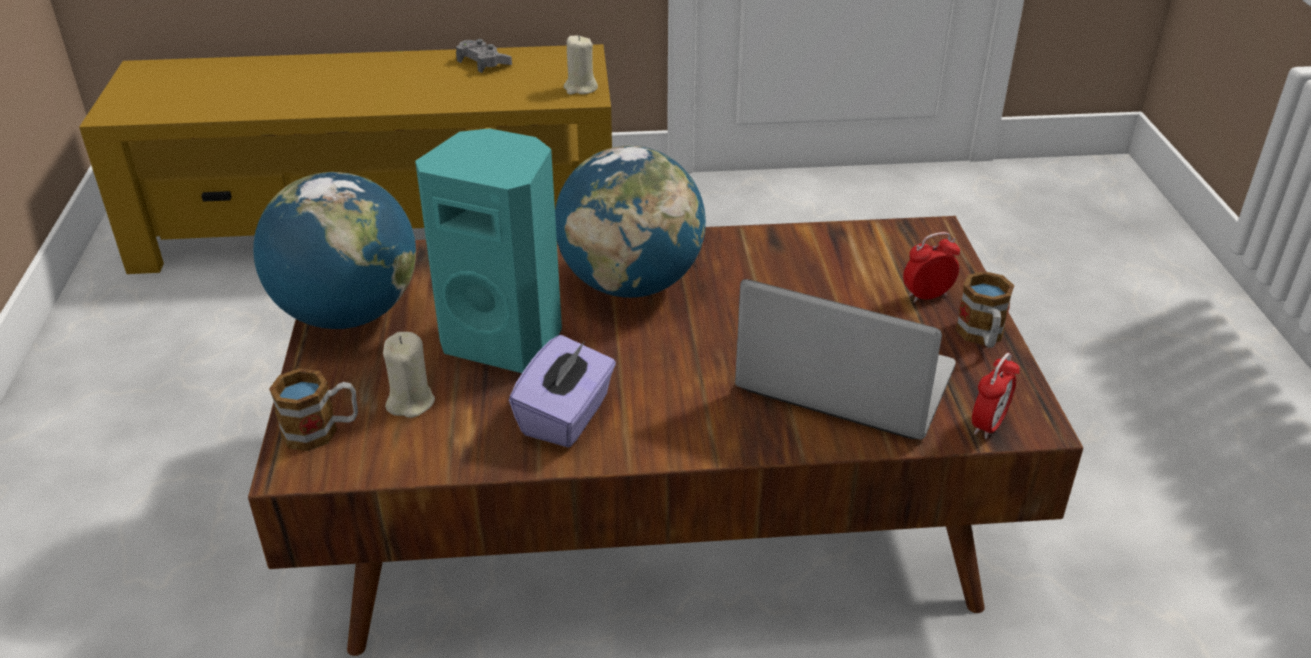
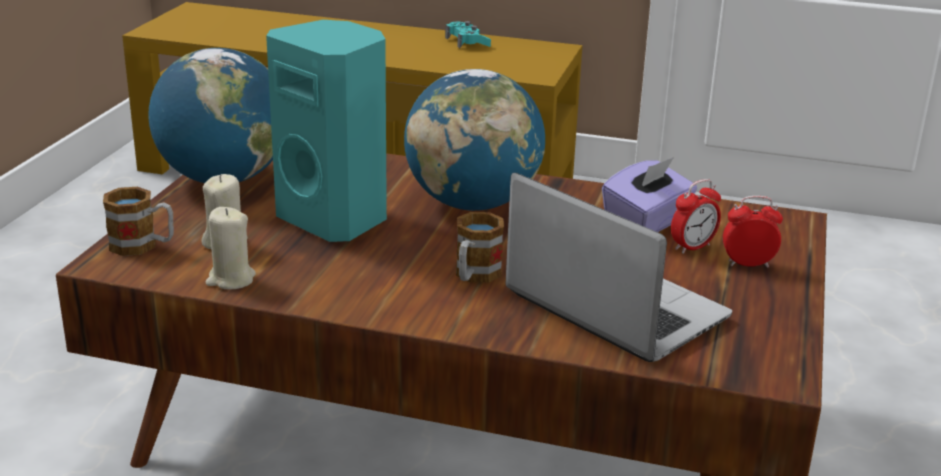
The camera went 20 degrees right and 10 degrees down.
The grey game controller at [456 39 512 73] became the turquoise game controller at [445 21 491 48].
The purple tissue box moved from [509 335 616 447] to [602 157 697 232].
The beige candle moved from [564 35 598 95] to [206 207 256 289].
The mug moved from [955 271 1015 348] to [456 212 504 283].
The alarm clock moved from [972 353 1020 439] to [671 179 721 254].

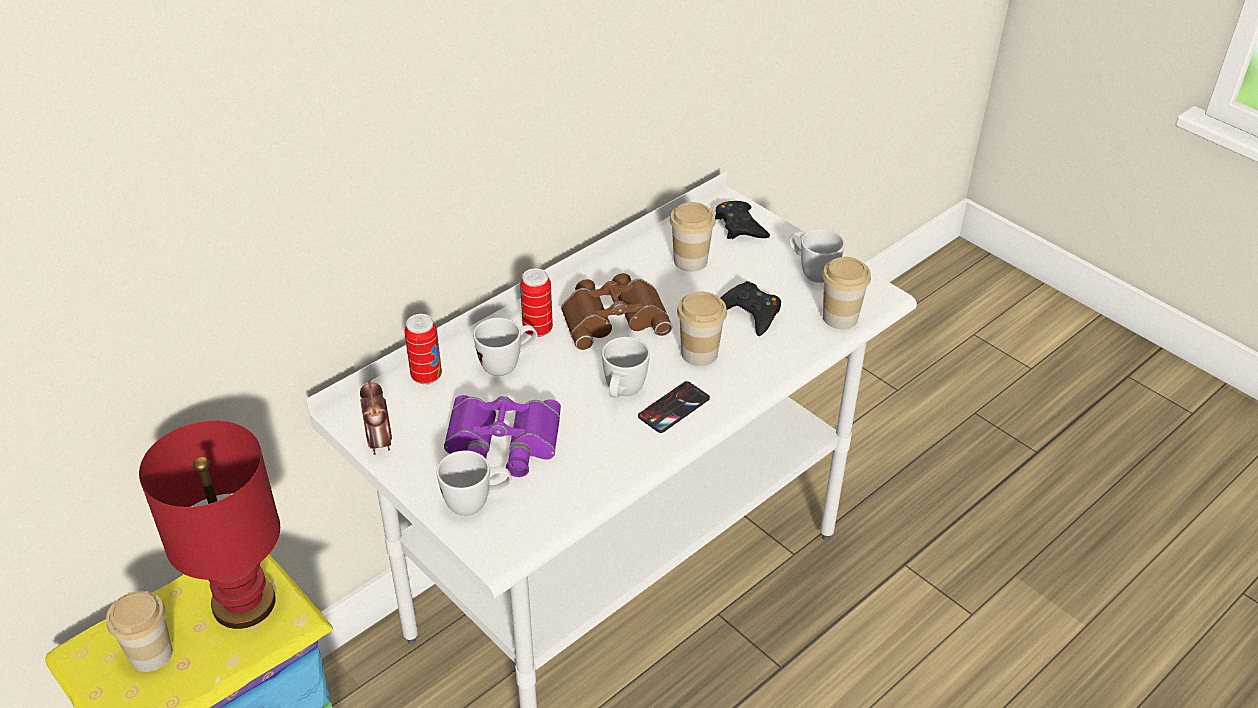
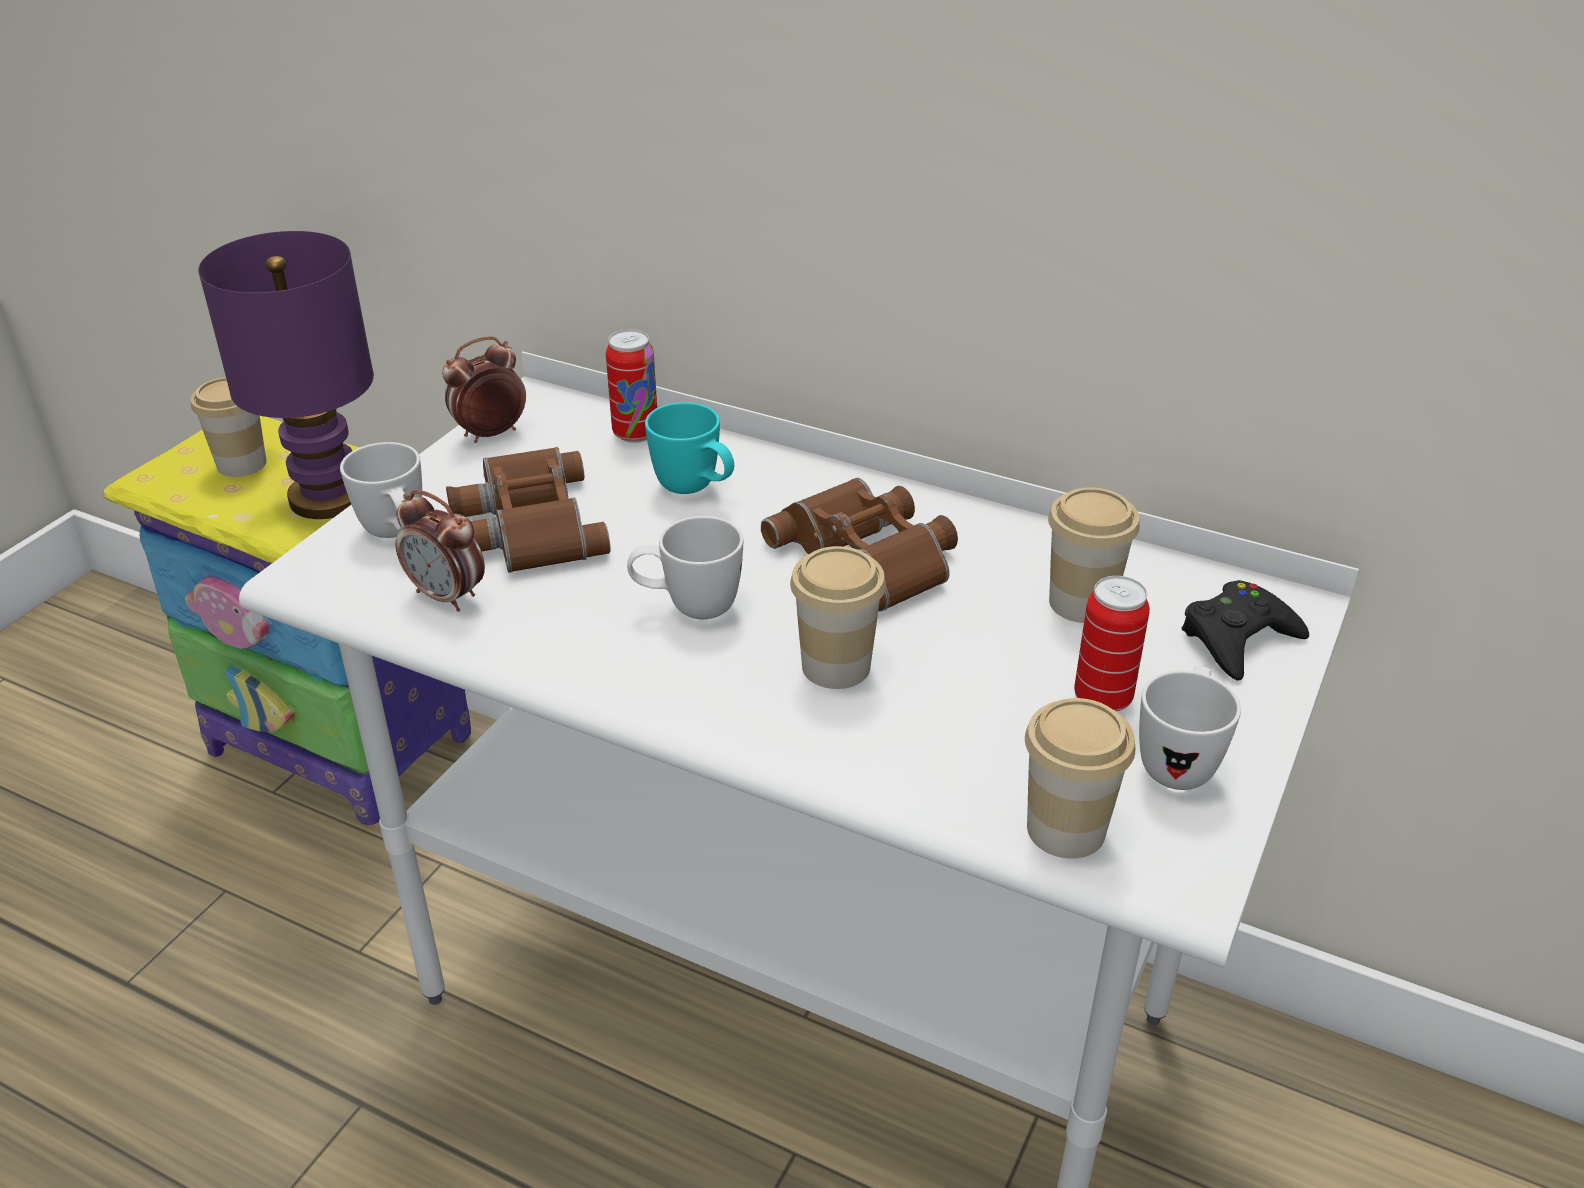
The camera went 70 degrees right and 5 degrees down.
The red table lamp at [139 420 280 629] became the purple table lamp at [198 231 374 519].
The purple binoculars at [444 395 561 477] became the brown binoculars at [446 447 611 573].
The white mug at [473 318 538 376] became the turquoise mug at [645 402 734 494].
The can moved from [520 268 553 337] to [1074 576 1150 711].
The phone at [638 381 710 433] disappeared.
The black game controller at [721 281 781 336] disappeared.
The alarm clock at [396 490 485 612] appeared.

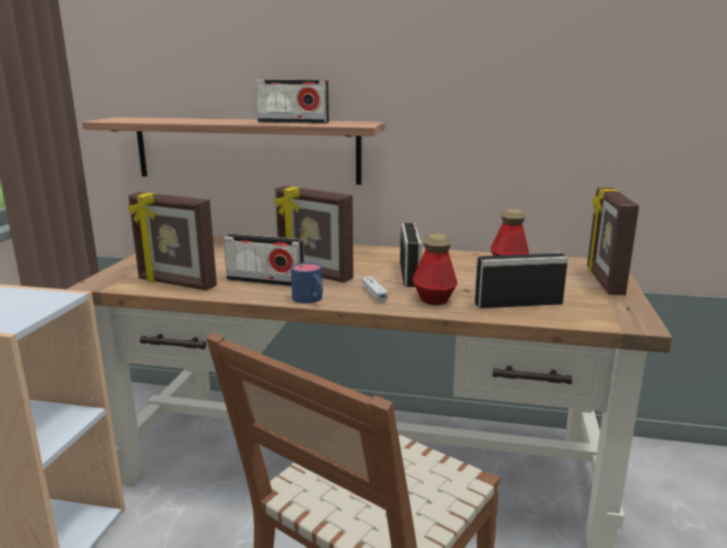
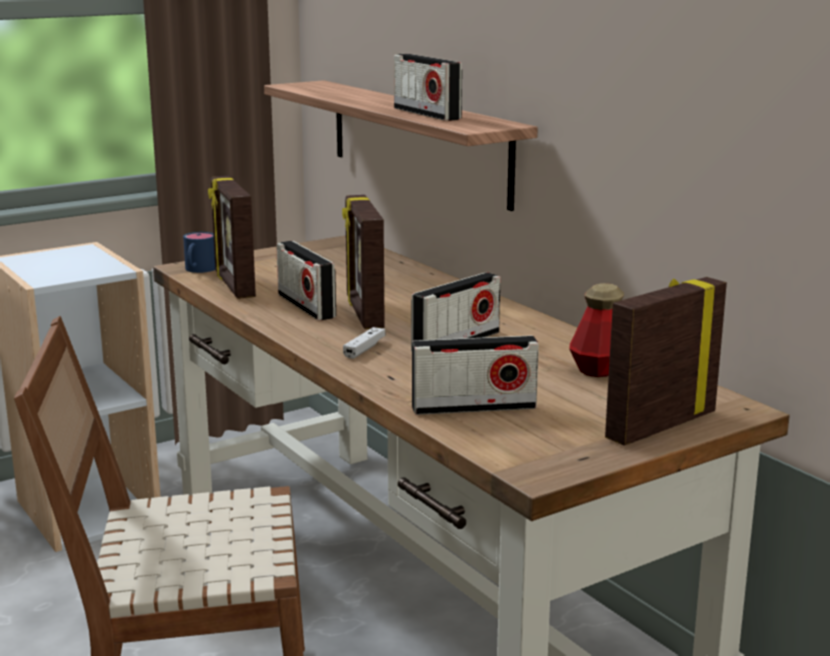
The camera went 45 degrees right and 0 degrees up.
The blue mug moved from [291 262 323 303] to [183 232 215 273].
The bottle at [412 233 458 305] disappeared.
The radio at [474 253 568 309] turned 135 degrees clockwise.

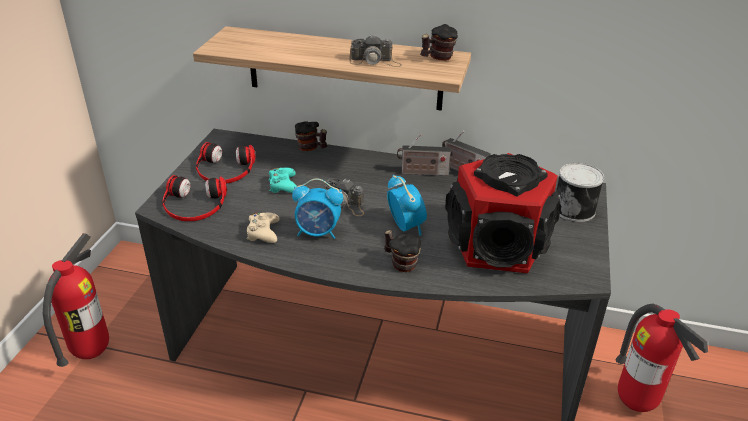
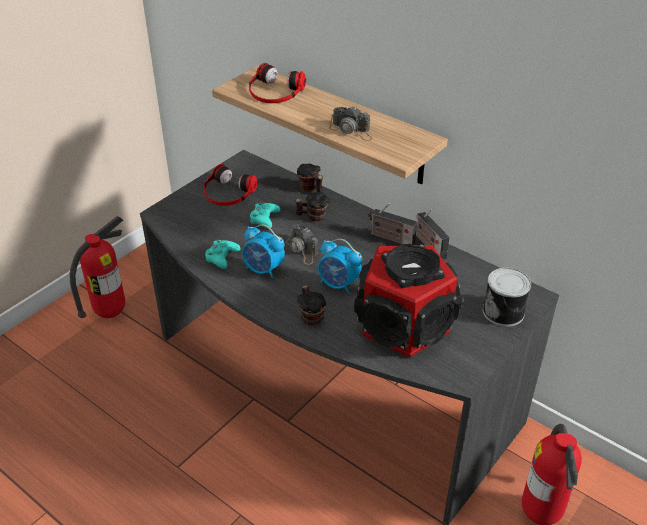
The camera went 25 degrees right and 5 degrees up.
The headphones moved from [162 175 227 221] to [249 63 306 103].
The beige game controller at [247 213 279 243] became the turquoise game controller at [205 239 240 269].
The alarm clock at [387 175 427 236] turned 120 degrees clockwise.
The mug moved from [420 24 458 61] to [295 191 330 222].

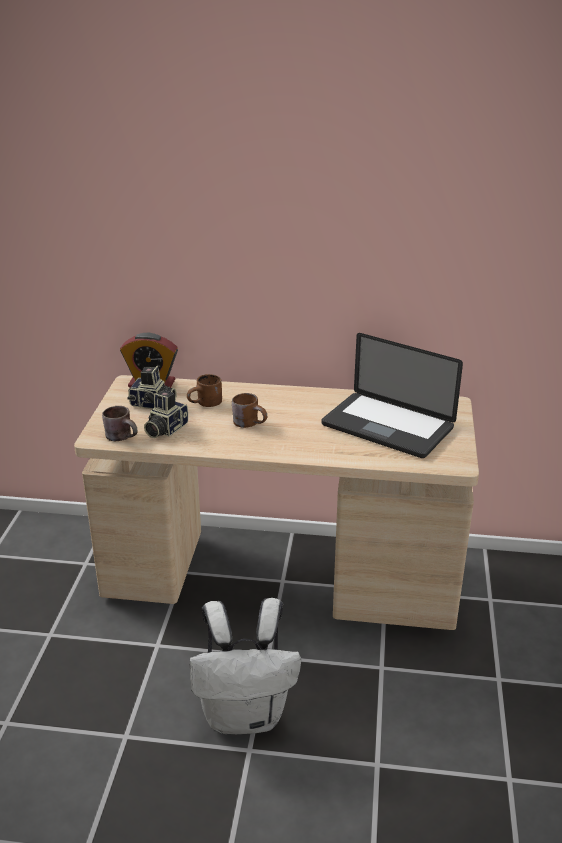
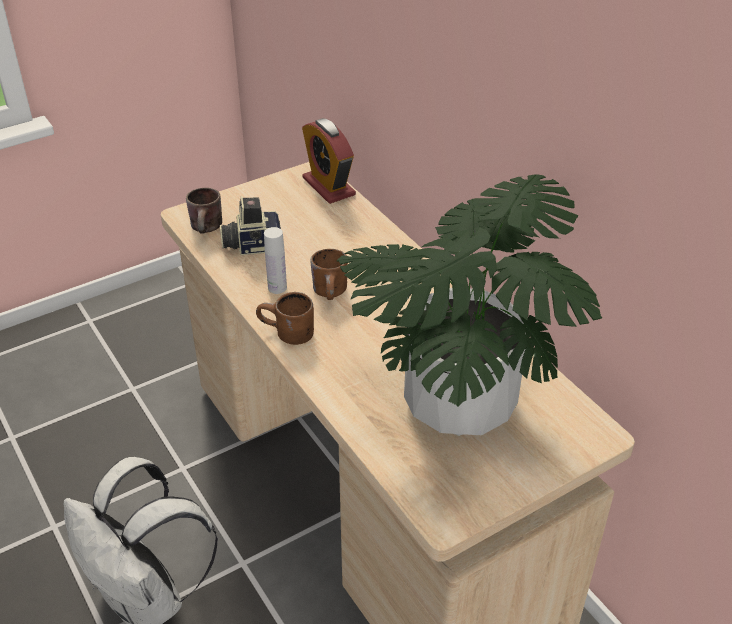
The camera went 50 degrees right and 10 degrees up.
The photo camera at [127 366 176 409] disappeared.
The brown mug moved from [187 374 222 407] to [256 292 314 345].
The laptop at [321 333 463 458] was replaced by the potted plant at [337 174 602 436].
The white bottle at [264 227 287 294] appeared.

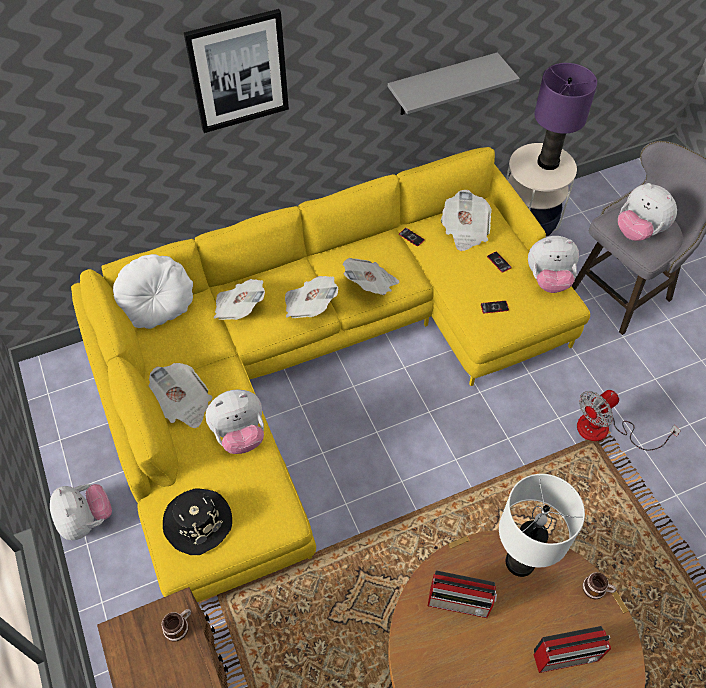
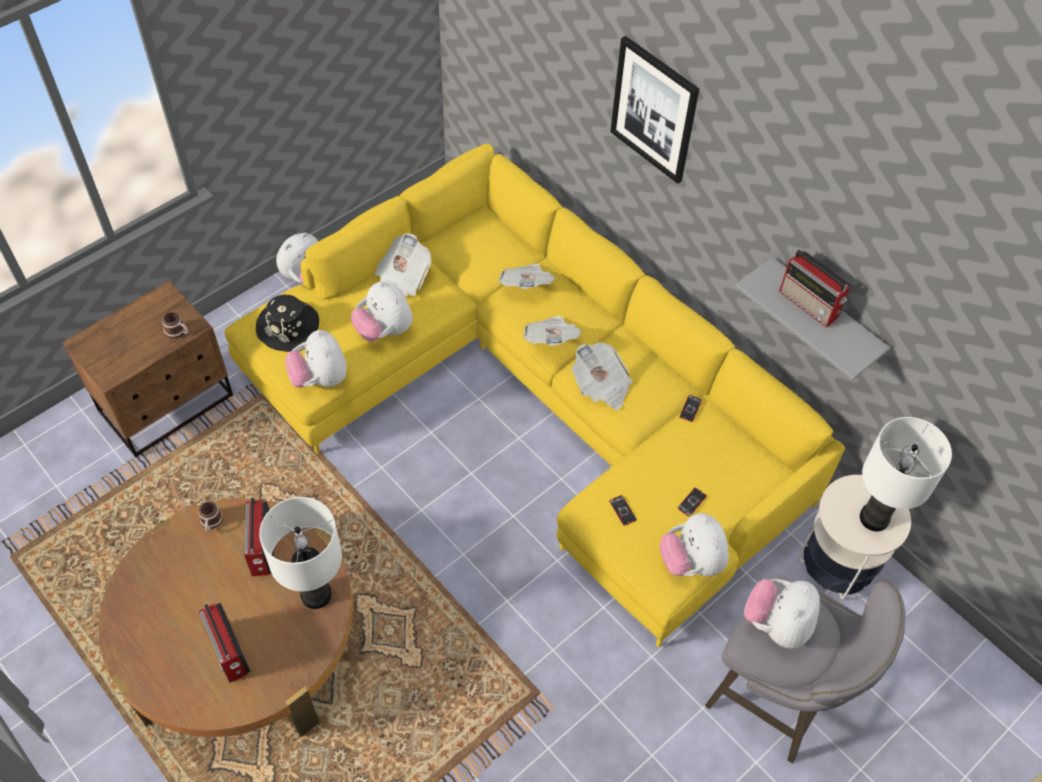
The camera went 70 degrees right and 0 degrees up.
The white pillow at [113 254 193 329] disappeared.
The newspaper at [441 190 492 251] disappeared.
The purple table lamp at [535 63 597 170] became the white table lamp at [860 417 952 531].
The fan at [577 390 681 451] disappeared.
The mug moved from [582 572 616 599] to [198 502 223 532].
The plush toy at [285 330 347 388] appeared.
The radio at [779 249 851 328] appeared.

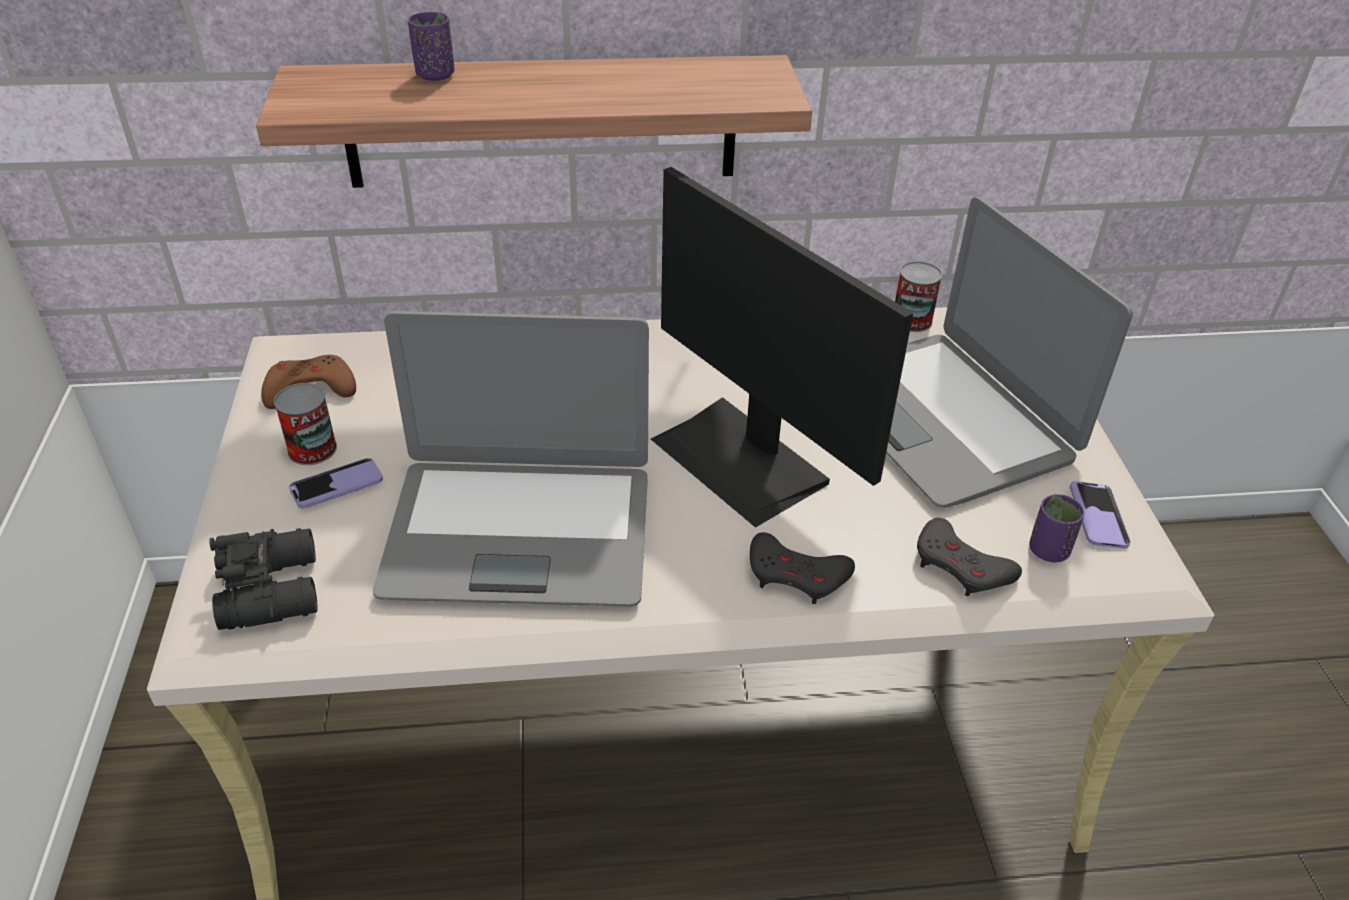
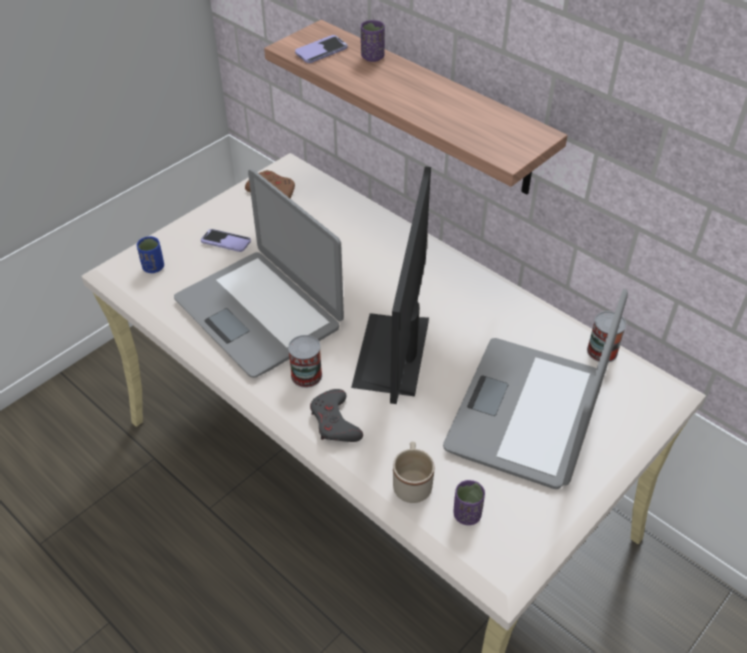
The camera went 50 degrees right and 5 degrees up.
The black binoculars at [209 528 318 630] was replaced by the blue cup at [137 236 164 273].
The can moved from [274 383 337 465] to [288 335 322 388].
The grey game controller at [917 518 1022 596] was replaced by the beige mug at [393 442 434 503].
The phone moved from [1070 481 1131 548] to [295 35 347 63].

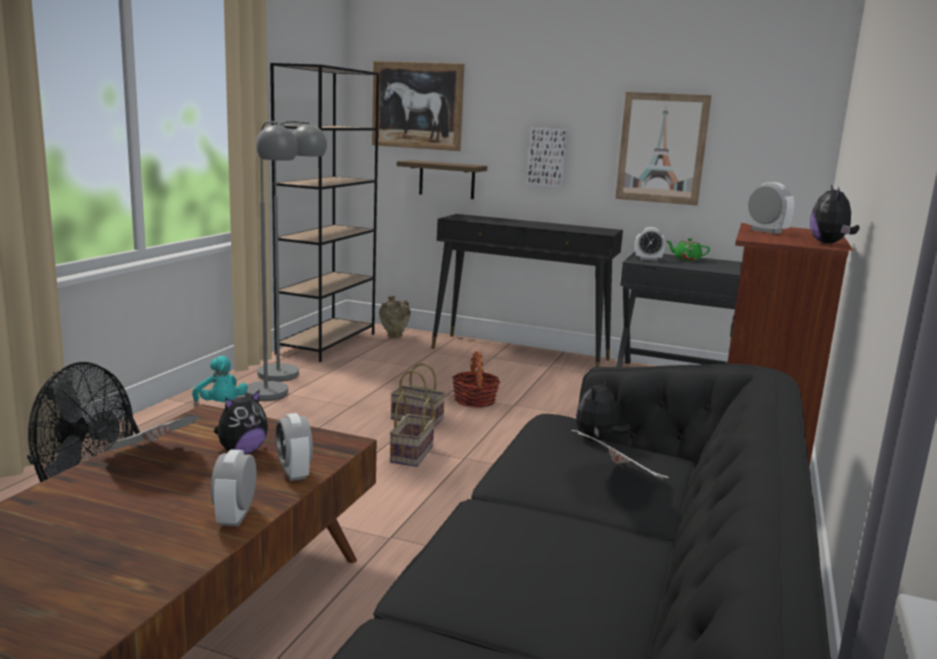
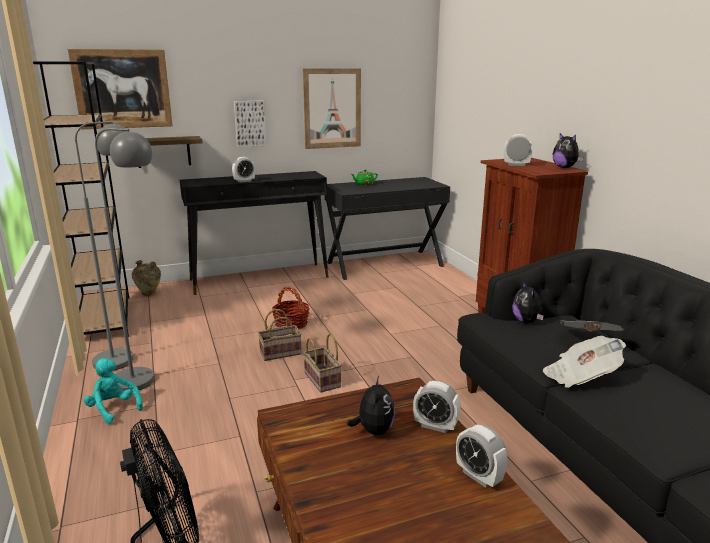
The camera went 40 degrees left and 5 degrees up.
The newspaper moved from [103 415 200 452] to [543 336 626 388].
The turquoise plush toy at [192 356 248 402] turned 150 degrees counterclockwise.
The alarm clock moved from [635 227 665 261] to [232 157 255 183].

